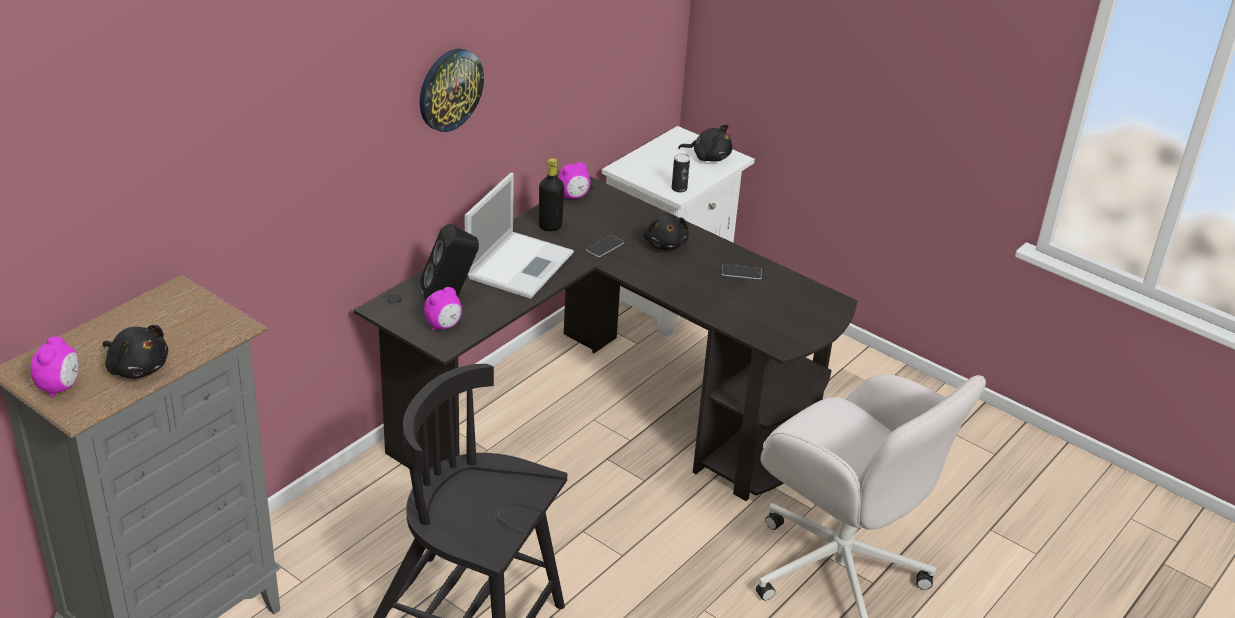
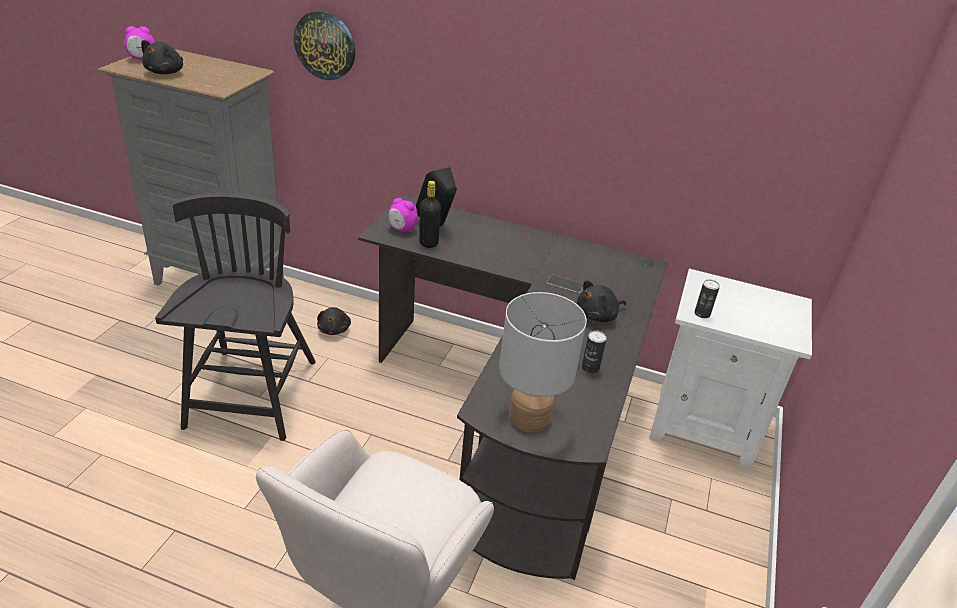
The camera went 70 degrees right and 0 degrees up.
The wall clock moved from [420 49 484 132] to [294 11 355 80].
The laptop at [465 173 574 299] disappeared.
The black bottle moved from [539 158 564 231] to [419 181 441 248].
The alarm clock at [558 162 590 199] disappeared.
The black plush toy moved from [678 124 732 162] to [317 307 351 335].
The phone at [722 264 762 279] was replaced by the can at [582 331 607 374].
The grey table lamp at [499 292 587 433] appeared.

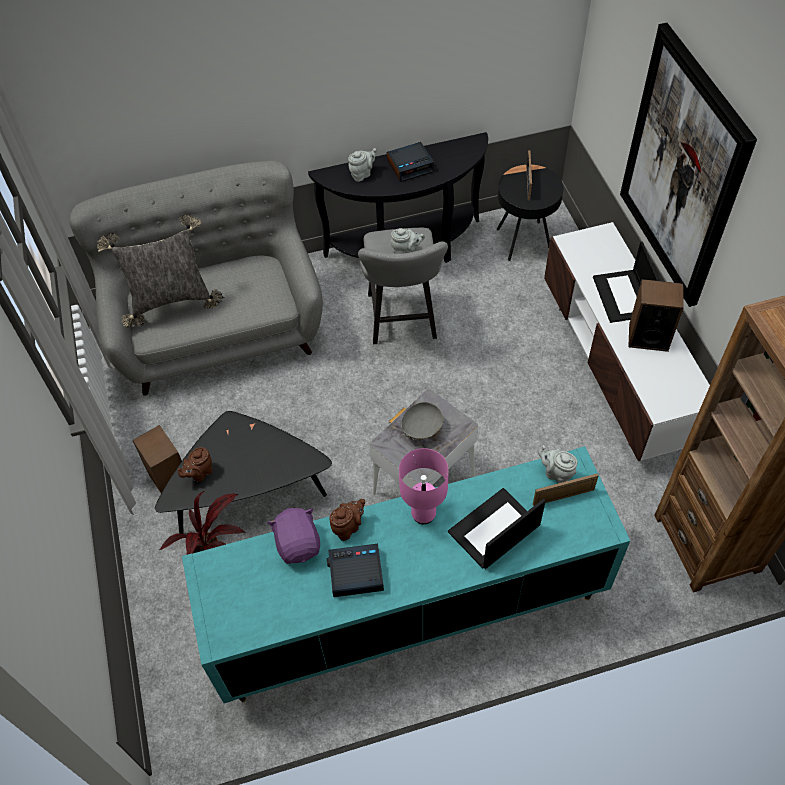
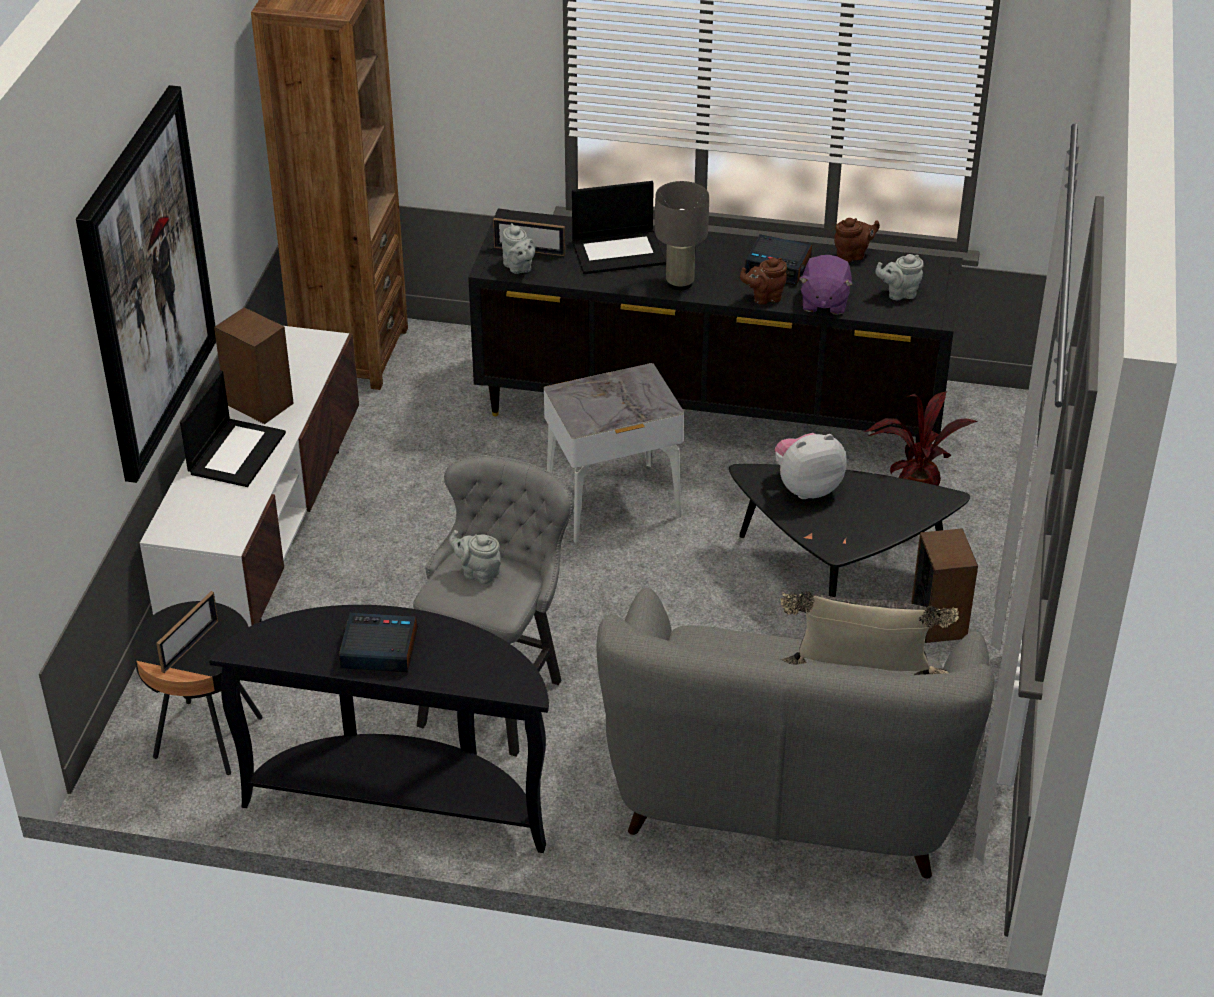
The camera went 155 degrees left and 15 degrees down.
The brown teapot moved from [178 447 212 482] to [834 218 880 263].
The turquoise cabinet at [182 446 630 703] became the black cabinet at [468 209 962 457].
The grey teapot moved from [348 148 377 182] to [875 254 924 300].
The pink table lamp at [399 448 448 524] became the grey table lamp at [655 181 709 290].
The grey bowl at [401 402 443 440] disappeared.
The plush toy at [775 433 847 499] appeared.

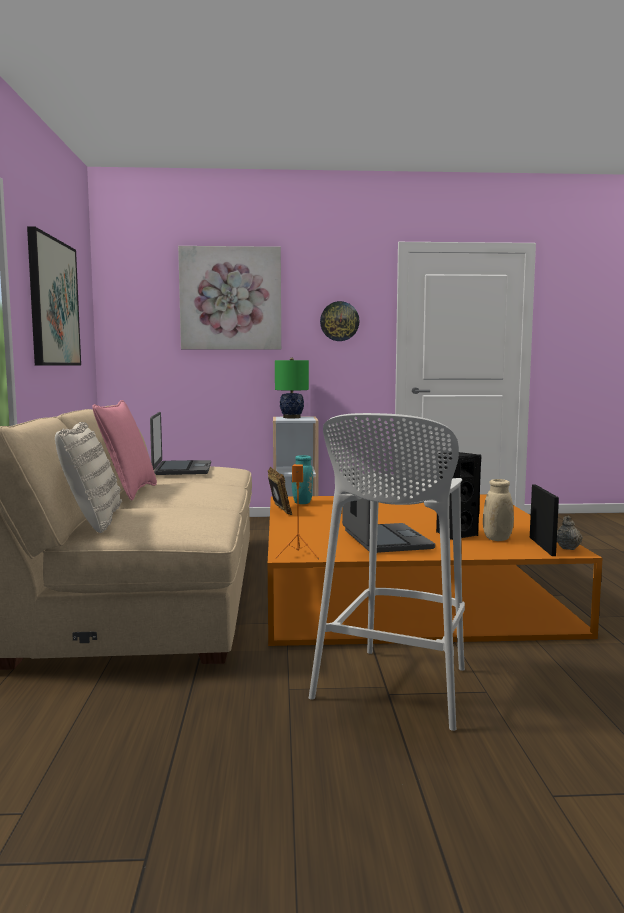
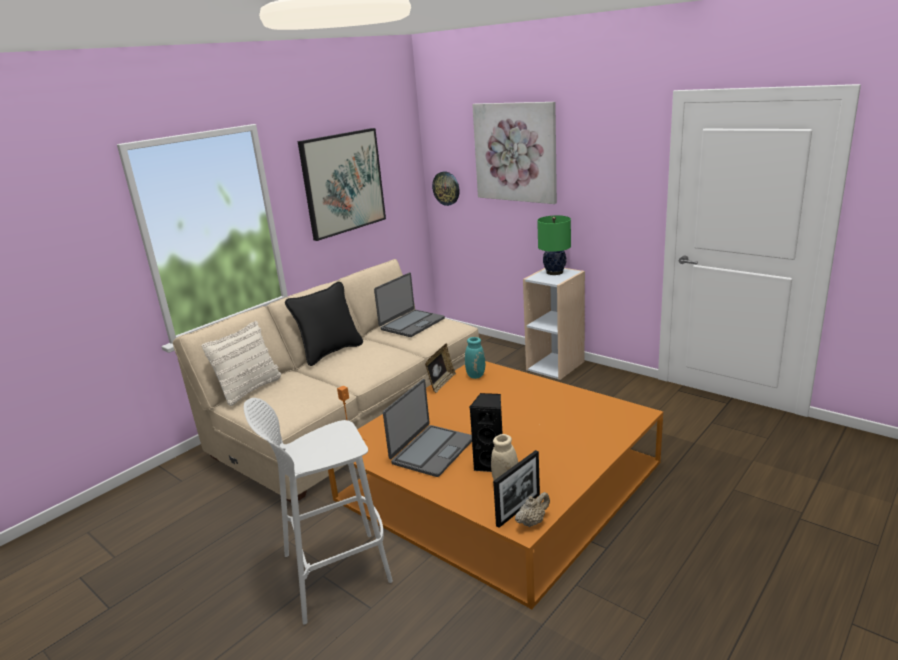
The camera went 45 degrees right and 15 degrees up.
The pink pillow at [92 400 157 500] became the black pillow at [285 282 363 366].
The wall clock moved from [320 301 360 341] to [432 171 460 206].

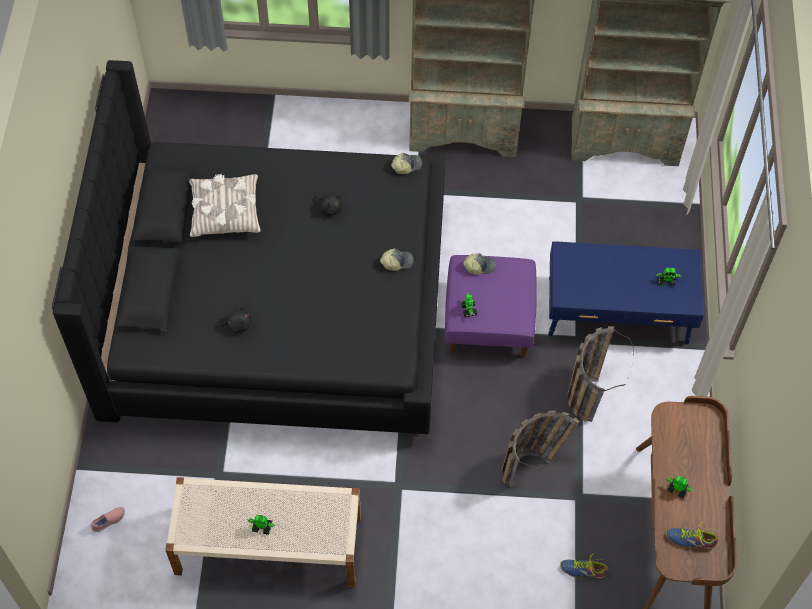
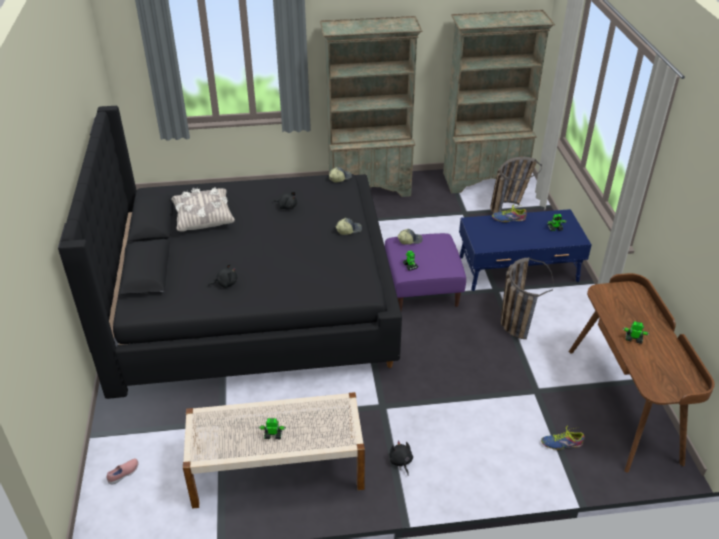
The camera went 10 degrees left and 20 degrees down.
The basket moved from [501 411 581 488] to [490 157 542 213].
The shoe moved from [666 522 718 549] to [492 205 527 222].
The black plush toy at [390 440 413 475] appeared.

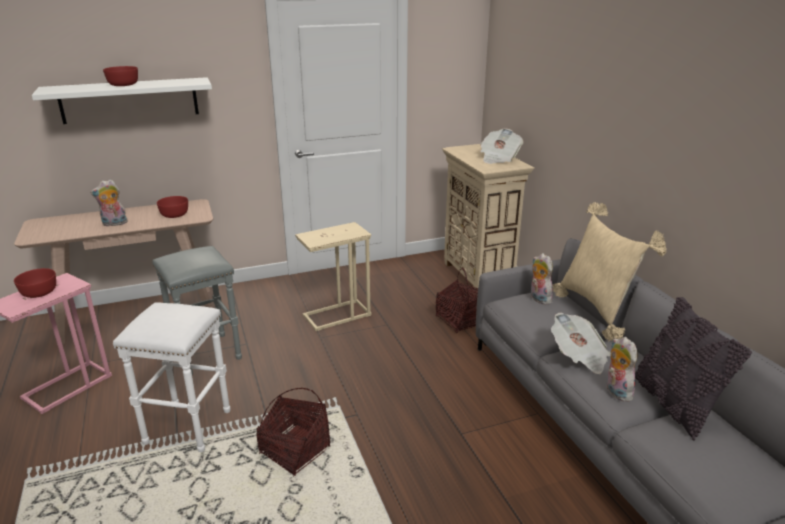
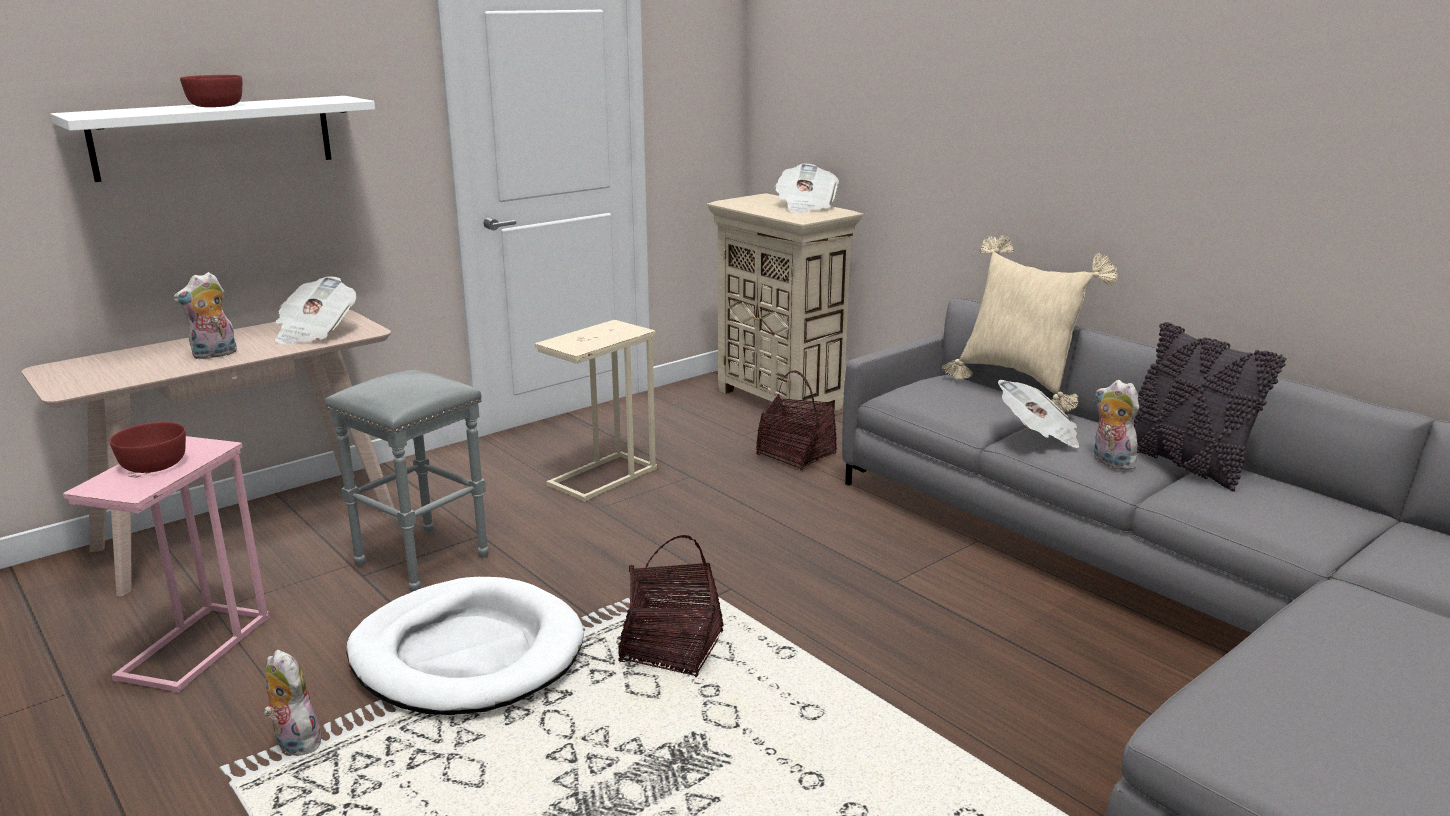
The camera went 20 degrees left and 5 degrees down.
The white stool at [113 302 231 452] was replaced by the white dog bed at [346 577 584 715].
The red bowl at [157 196 188 218] was replaced by the newspaper at [275 276 356 344].
The plush toy moved from [530 253 553 305] to [263 650 321 756].

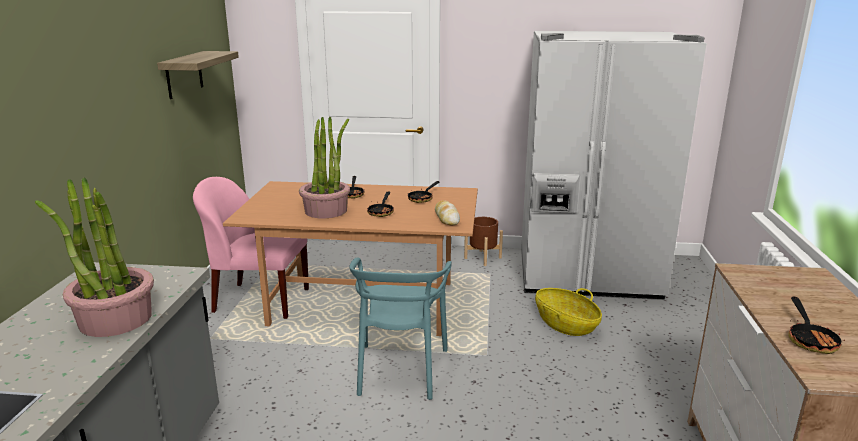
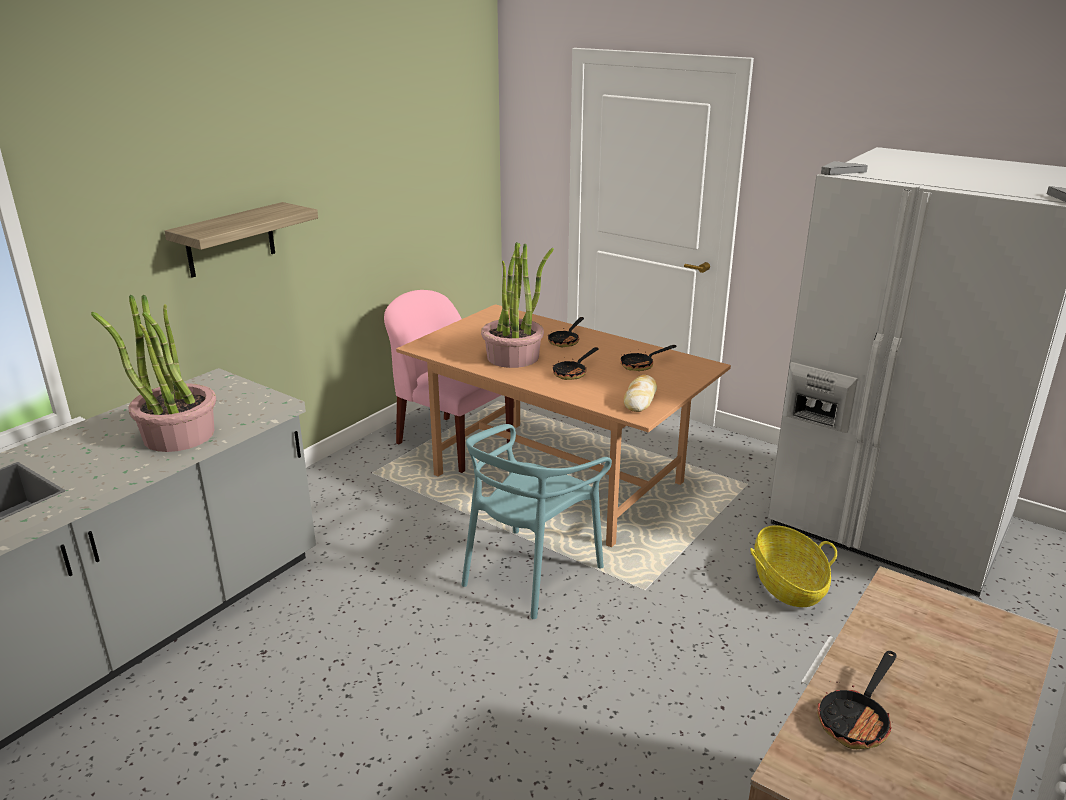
The camera went 30 degrees right and 5 degrees up.
The shelf moved from [157 51 239 99] to [164 202 318 278].
The brown planter at [464 217 503 266] disappeared.

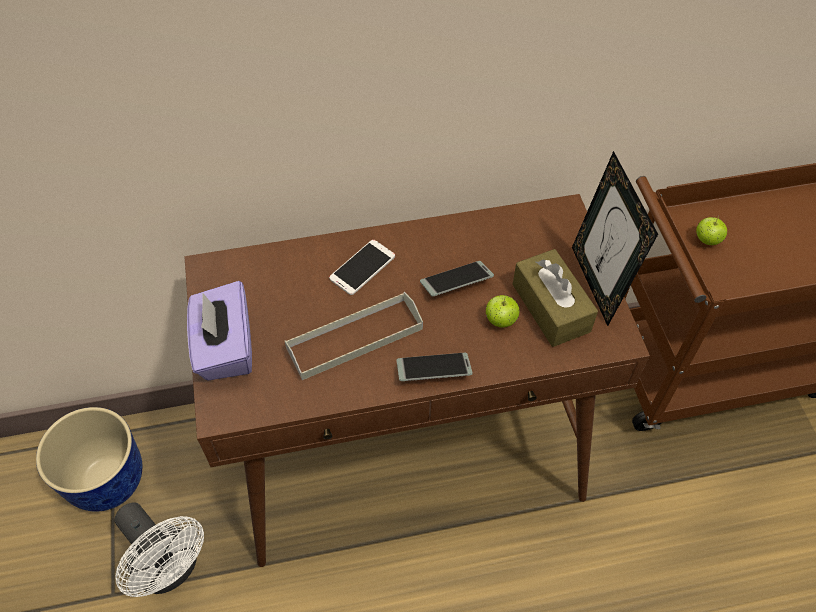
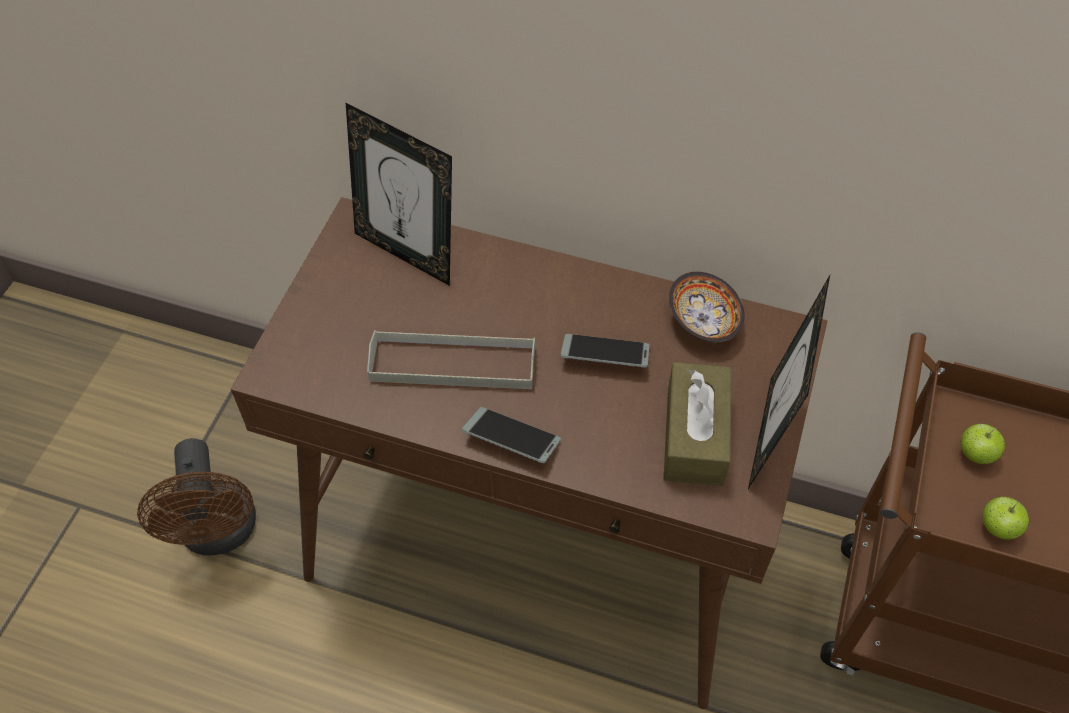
The camera went 30 degrees right and 0 degrees up.
The planter at [36 407 143 511] disappeared.
The white fan at [114 502 204 597] became the brown fan at [137 438 256 556].
The purple tissue box at [187 281 252 380] disappeared.
The phone at [329 240 395 295] disappeared.
The apple moved from [486 295 520 327] to [982 497 1029 539].
The picture frame at [346 103 452 286] appeared.
The bowl at [669 272 745 342] appeared.

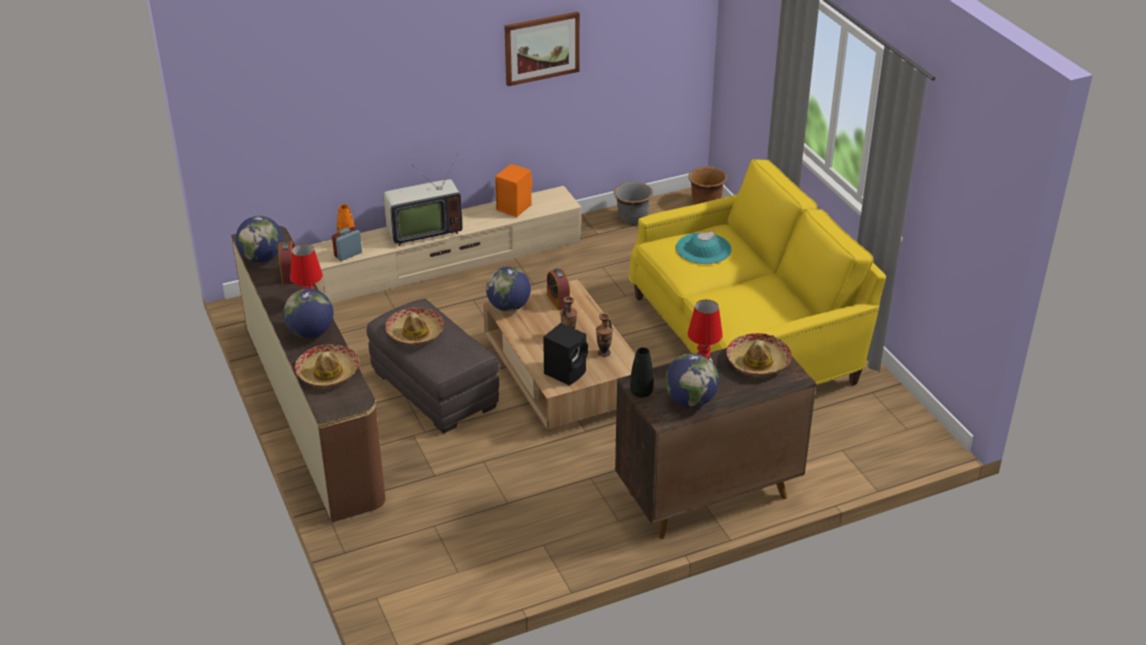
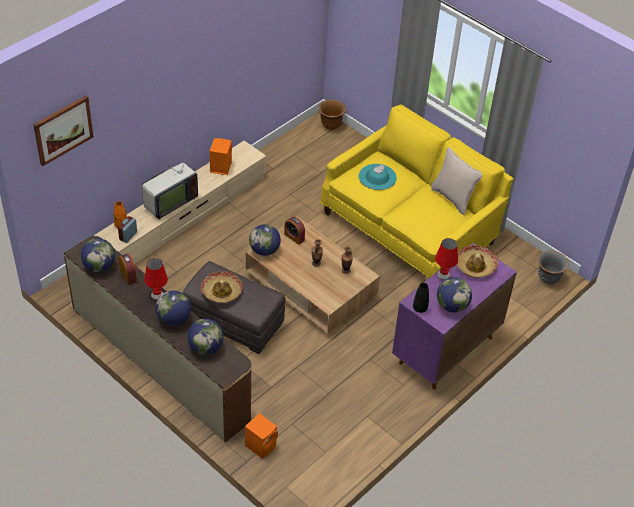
The camera went 25 degrees left and 10 degrees up.
The hat at [295 344 360 388] was replaced by the globe at [187 319 223 355].
The picture moved from [504 12 580 86] to [33 96 93 166].
The black speaker at [543 323 588 385] disappeared.
The grey planter moved from [614 182 653 224] to [538 250 569 284].
The brown cabinet at [615 335 816 539] became the purple cabinet at [392 243 517 390].
The orange speaker at [245 413 278 459] appeared.
The beige pillow at [431 147 482 215] appeared.

